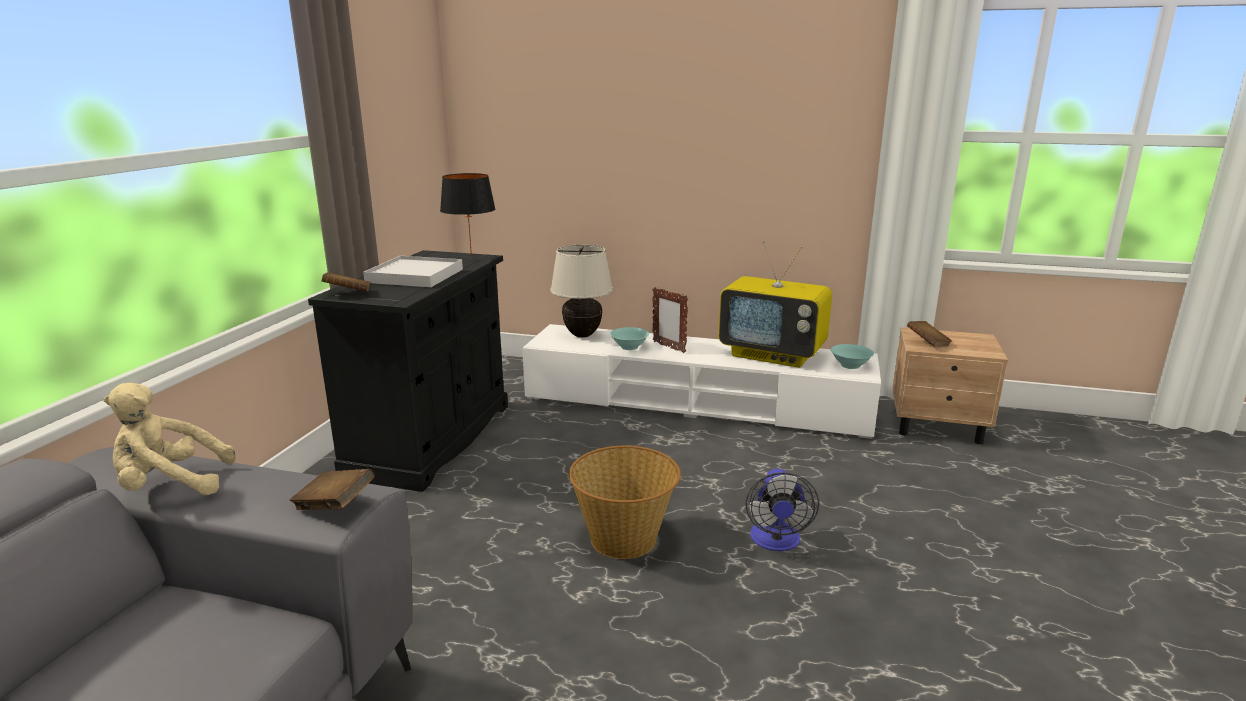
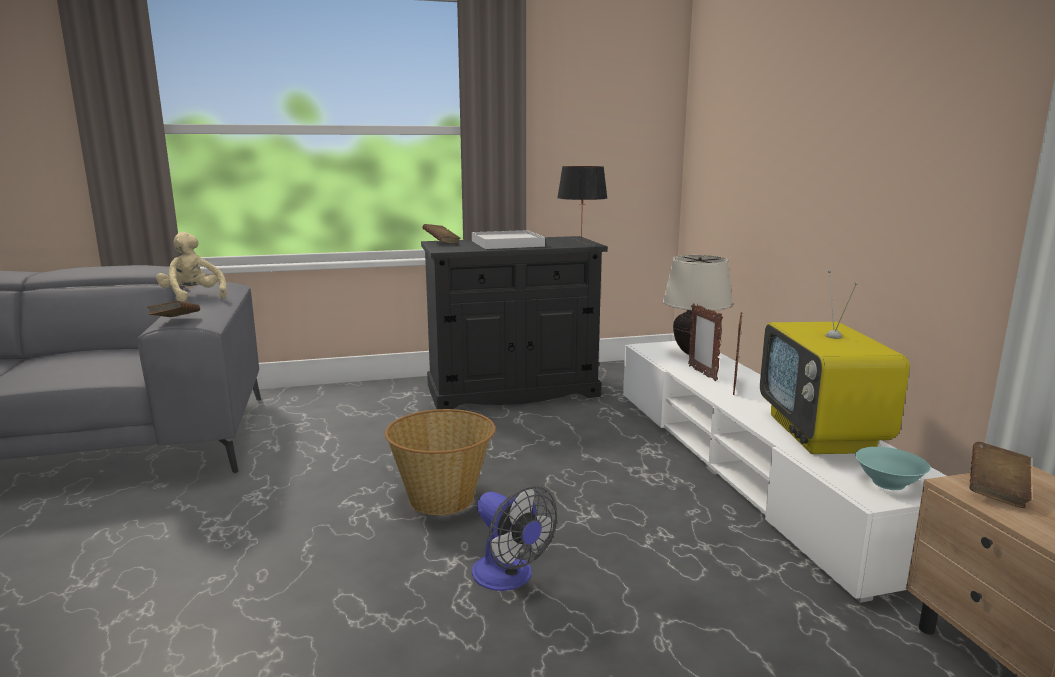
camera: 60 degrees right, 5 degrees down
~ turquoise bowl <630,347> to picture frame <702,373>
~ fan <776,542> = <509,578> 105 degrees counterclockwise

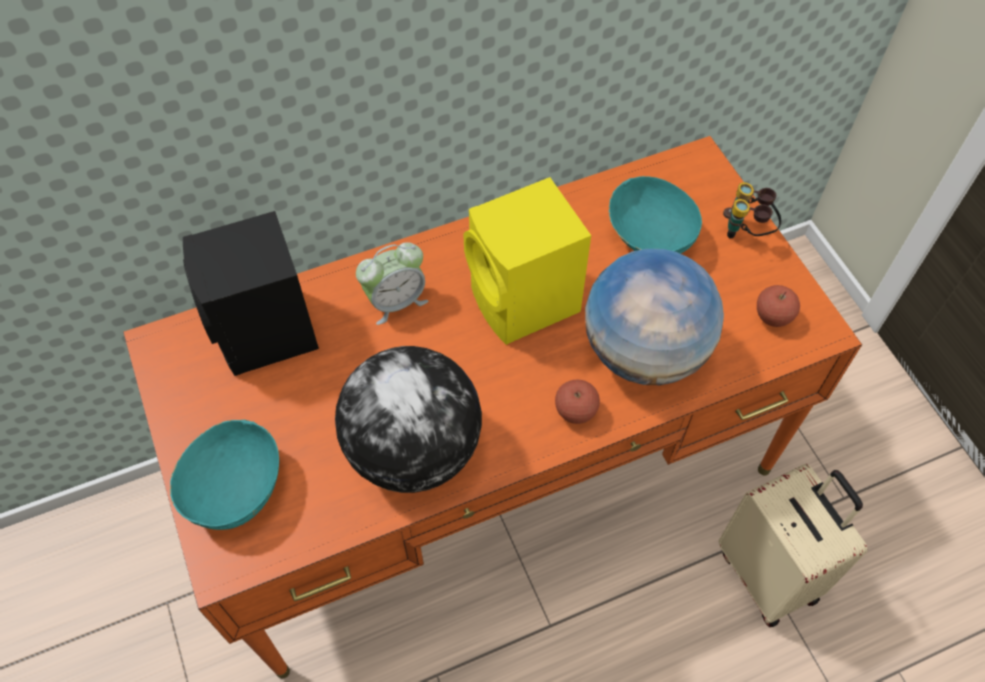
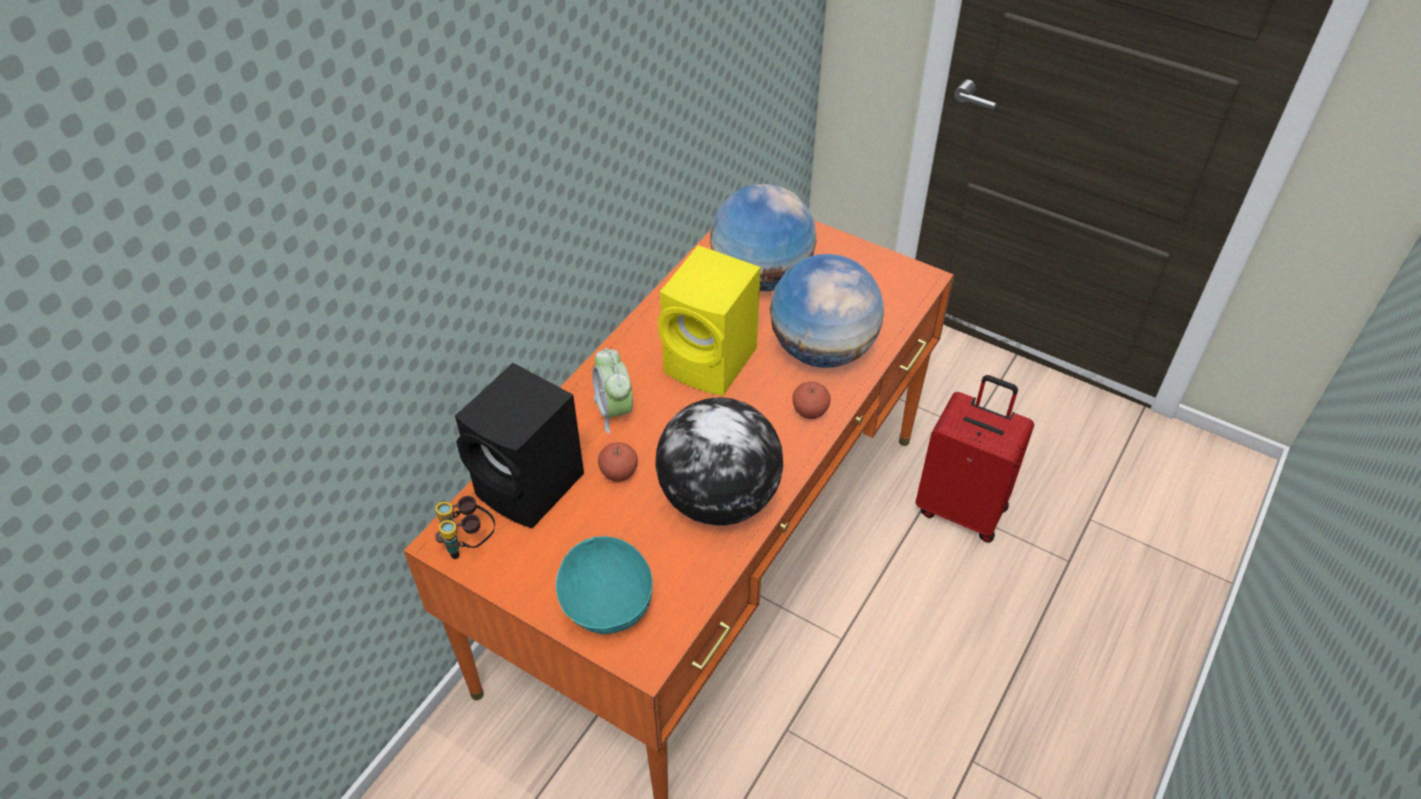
camera: 35 degrees left, 10 degrees down
~ turquoise bowl <648,236> to globe <760,277>
~ binoculars <746,232> to <469,544>
~ alarm clock <396,301> = <614,411> 135 degrees clockwise
~ apple <772,317> to <619,473>
~ beige suitcase <769,574> to red suitcase <962,508>

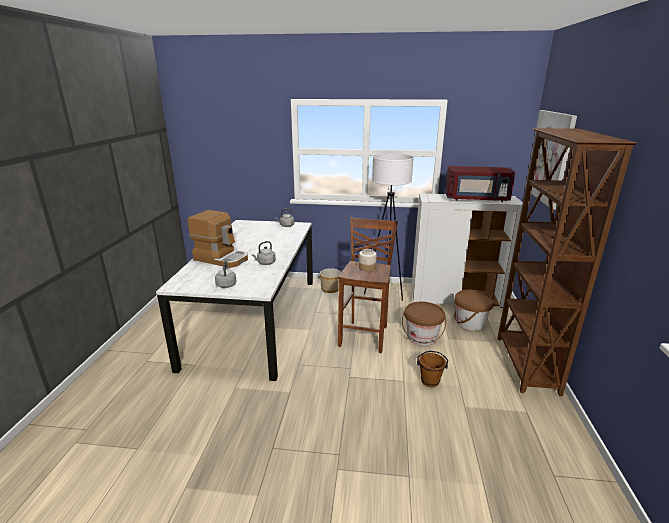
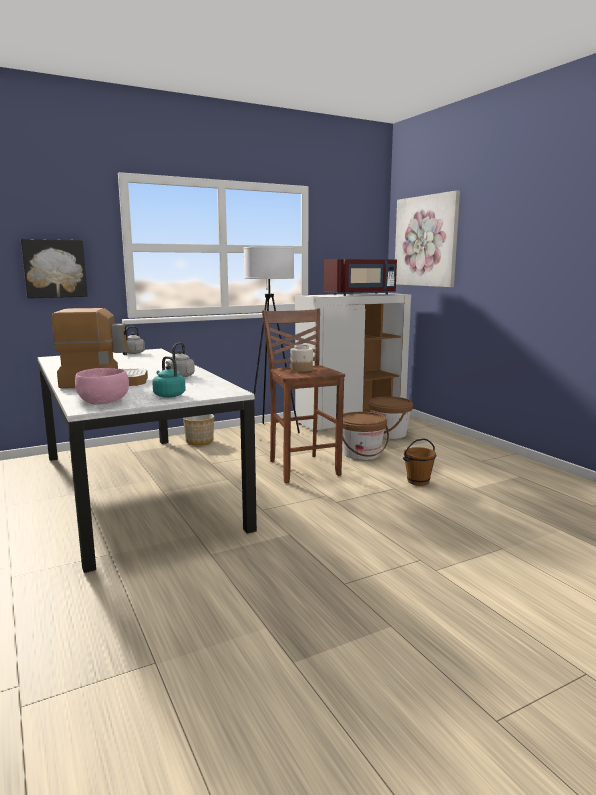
camera: 35 degrees left, 10 degrees down
- brown bookcase <525,365>
~ grey kettle <226,284> to turquoise kettle <168,395>
+ picture <54,268>
+ pink bowl <104,402>

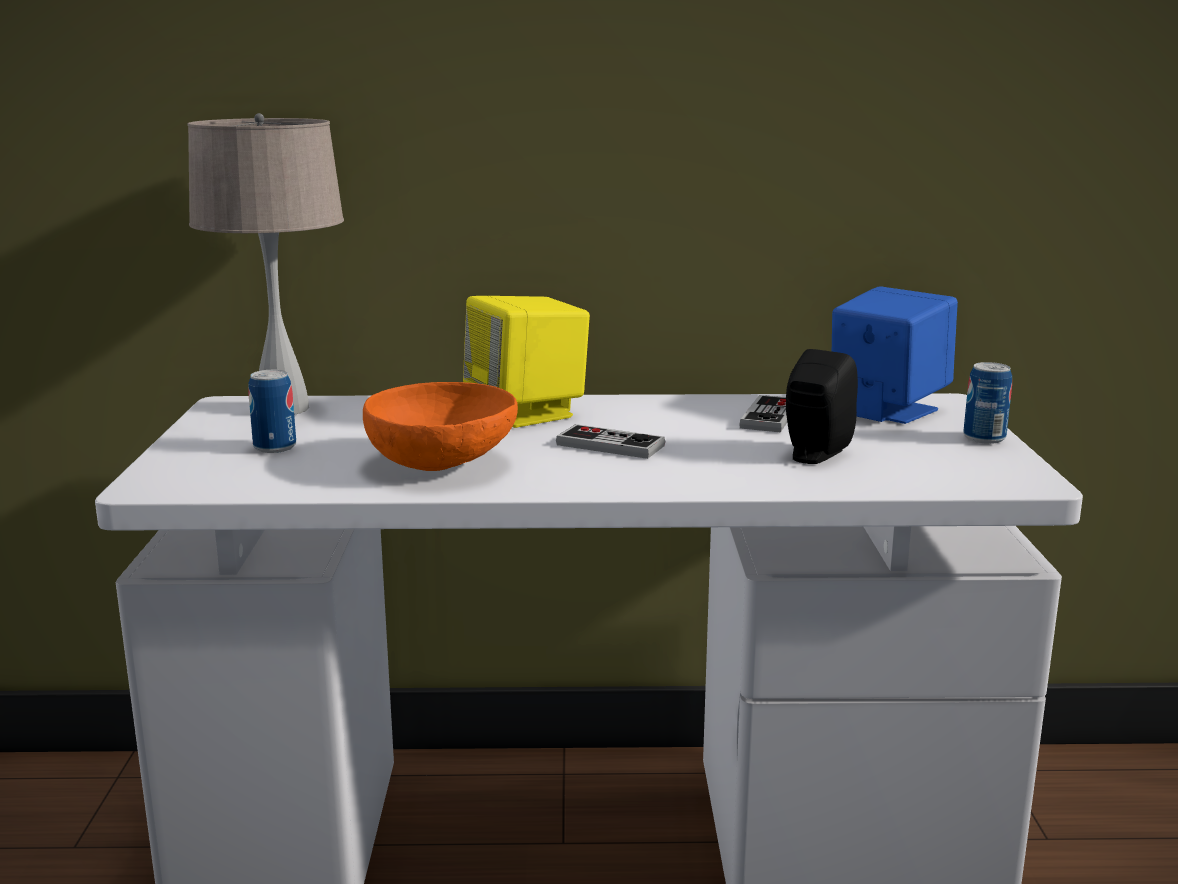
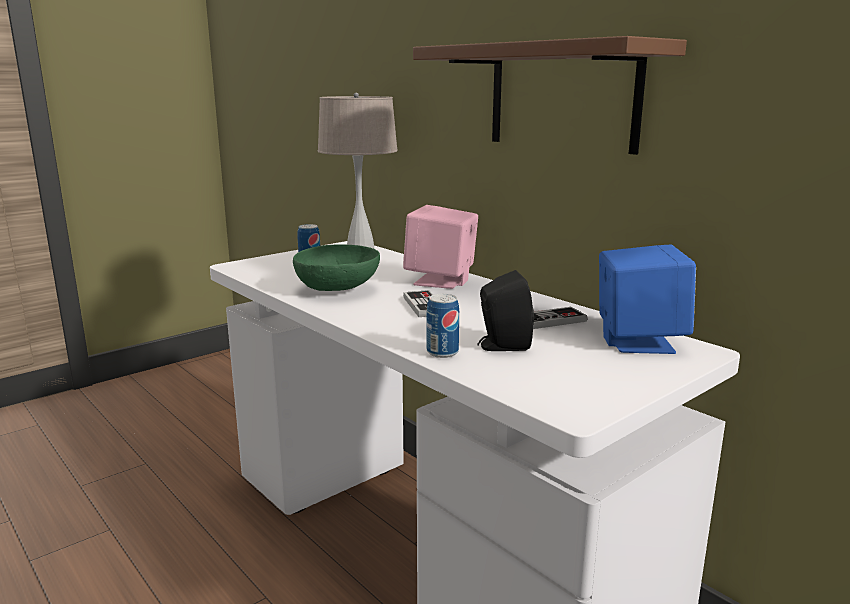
camera: 50 degrees right, 0 degrees up
~ yellow speaker <527,413> to pink speaker <441,281>
~ can <984,438> to <442,352>
~ orange bowl <444,463> to green bowl <338,289>
+ brown shelf <562,97>

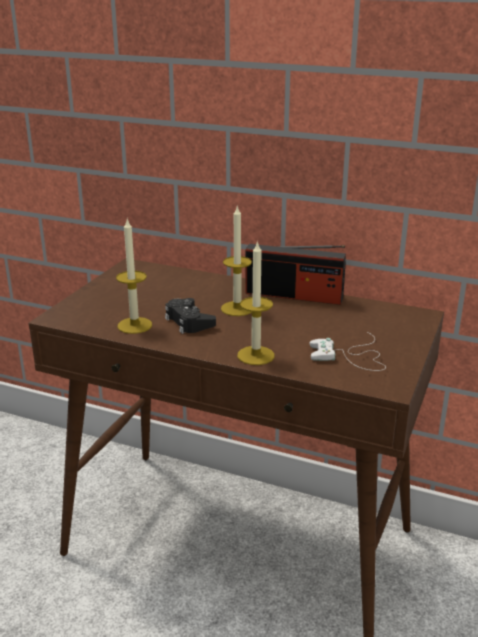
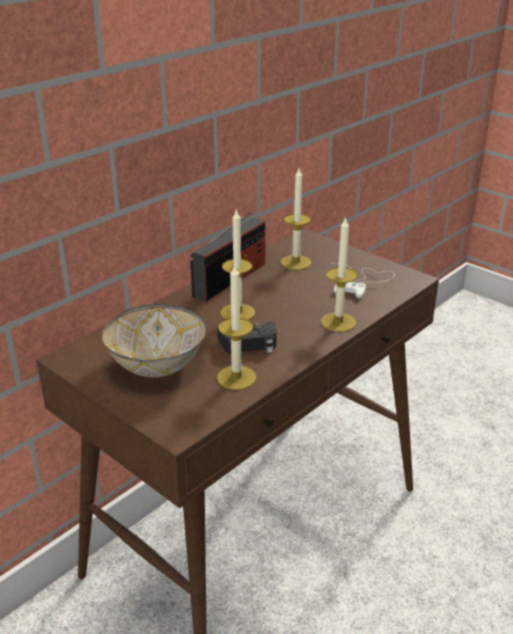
camera: 70 degrees left, 5 degrees up
+ candle <296,262>
+ bowl <157,364>

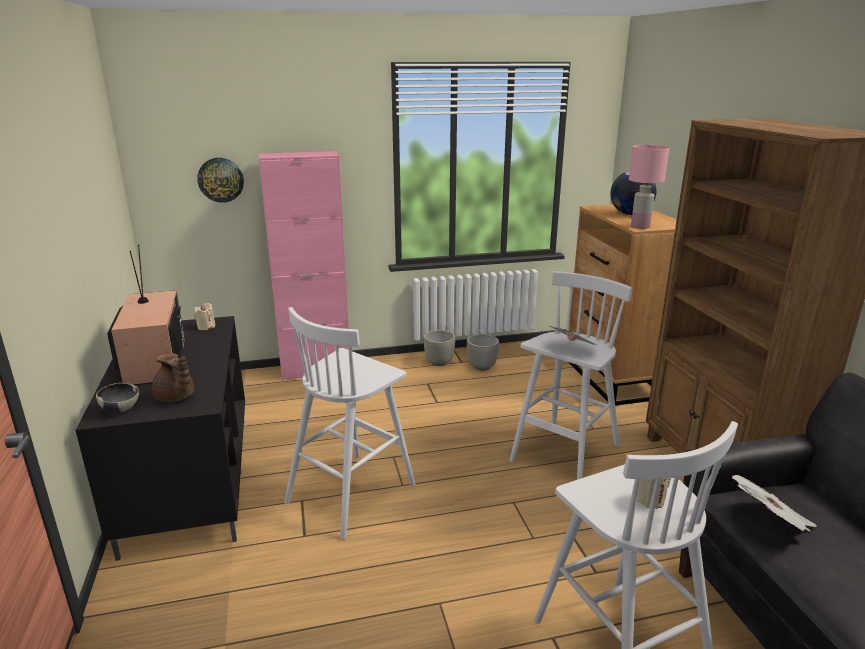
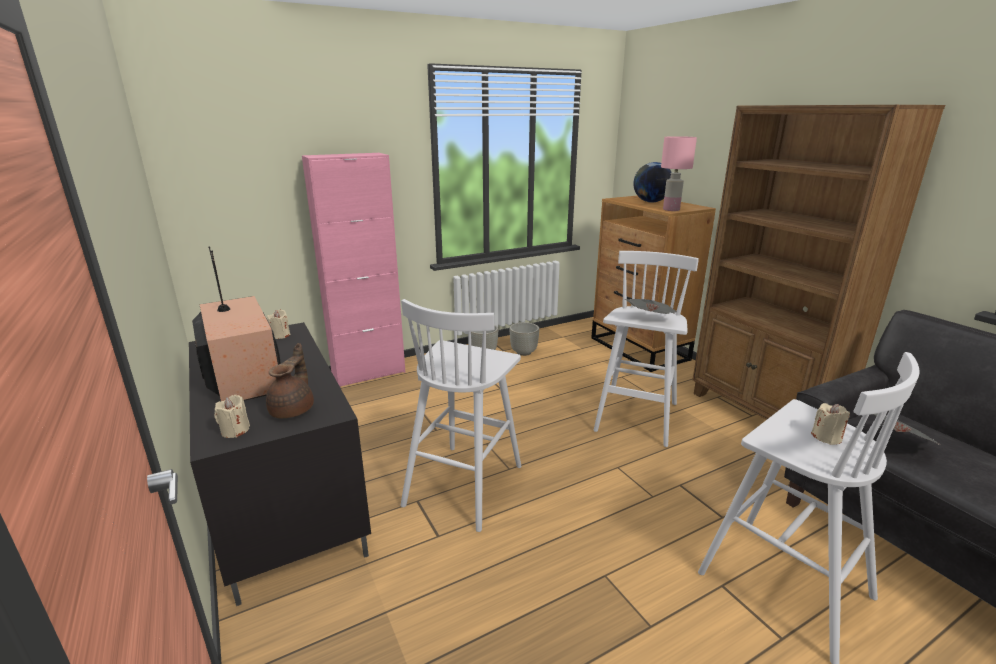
camera: 15 degrees left, 0 degrees up
- wall clock <220,180>
~ brown teapot <175,397> = <294,409> 105 degrees counterclockwise
~ bowl <121,409> to beige candle <235,431>

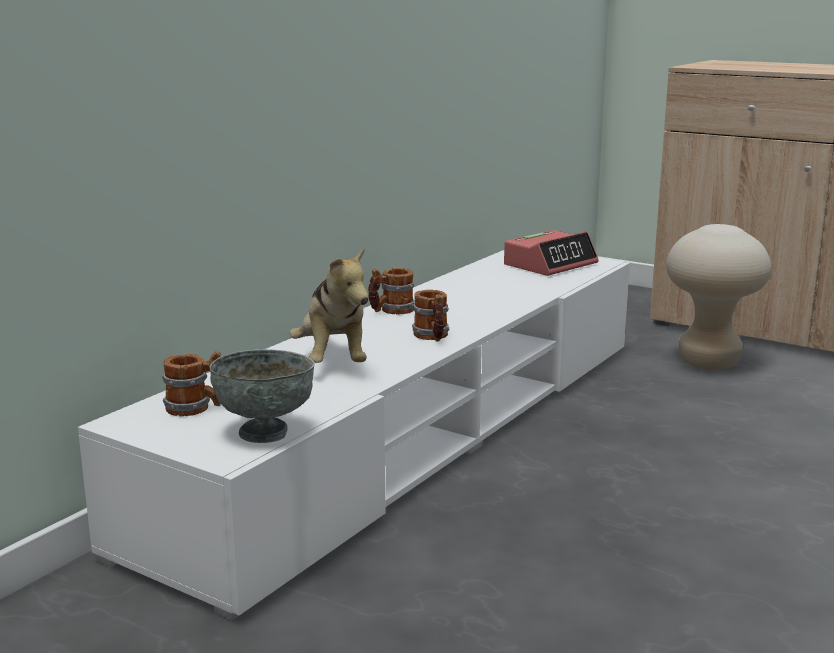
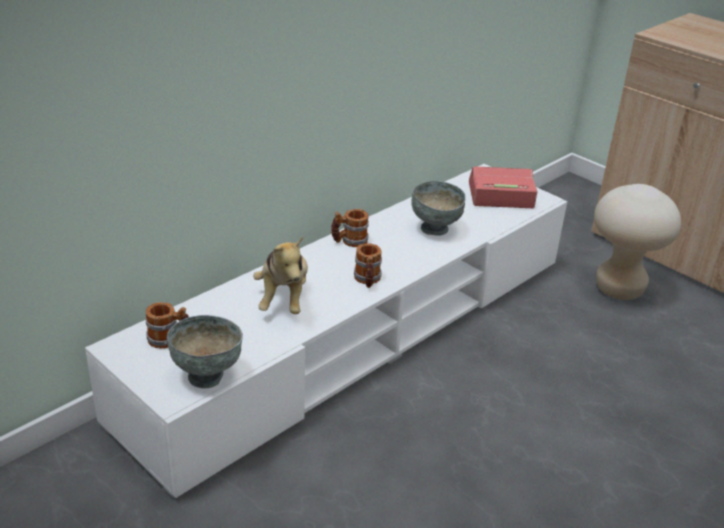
camera: 10 degrees right, 15 degrees up
~ alarm clock <550,264> = <500,196> 150 degrees counterclockwise
+ grey bowl <435,229>

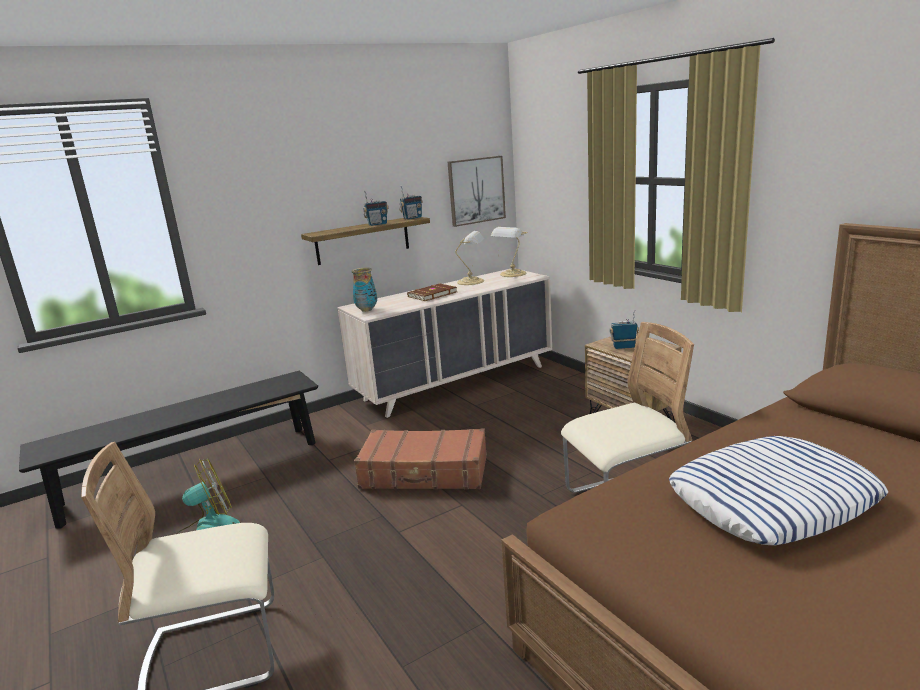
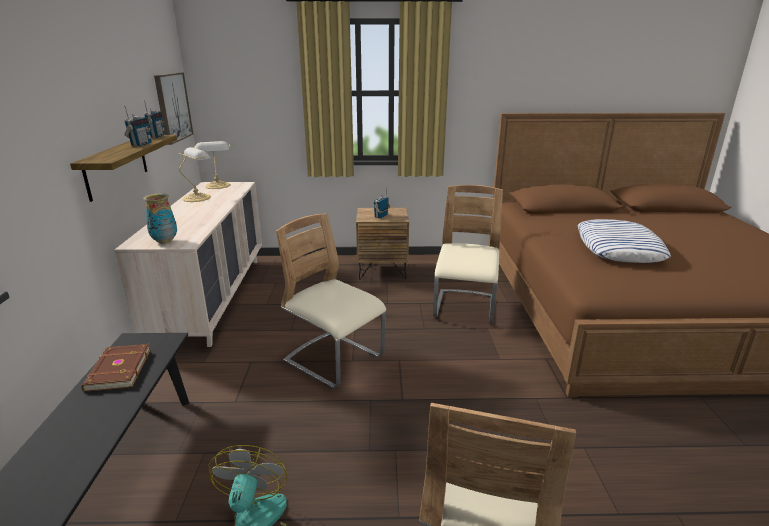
camera: 60 degrees left, 5 degrees up
~ brown book <431,294> to <117,370>
~ brown suitcase <424,473> to beige chair <334,360>

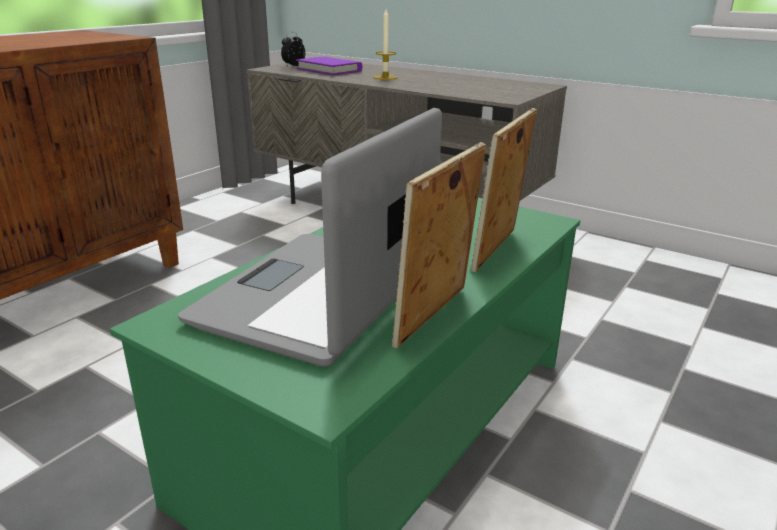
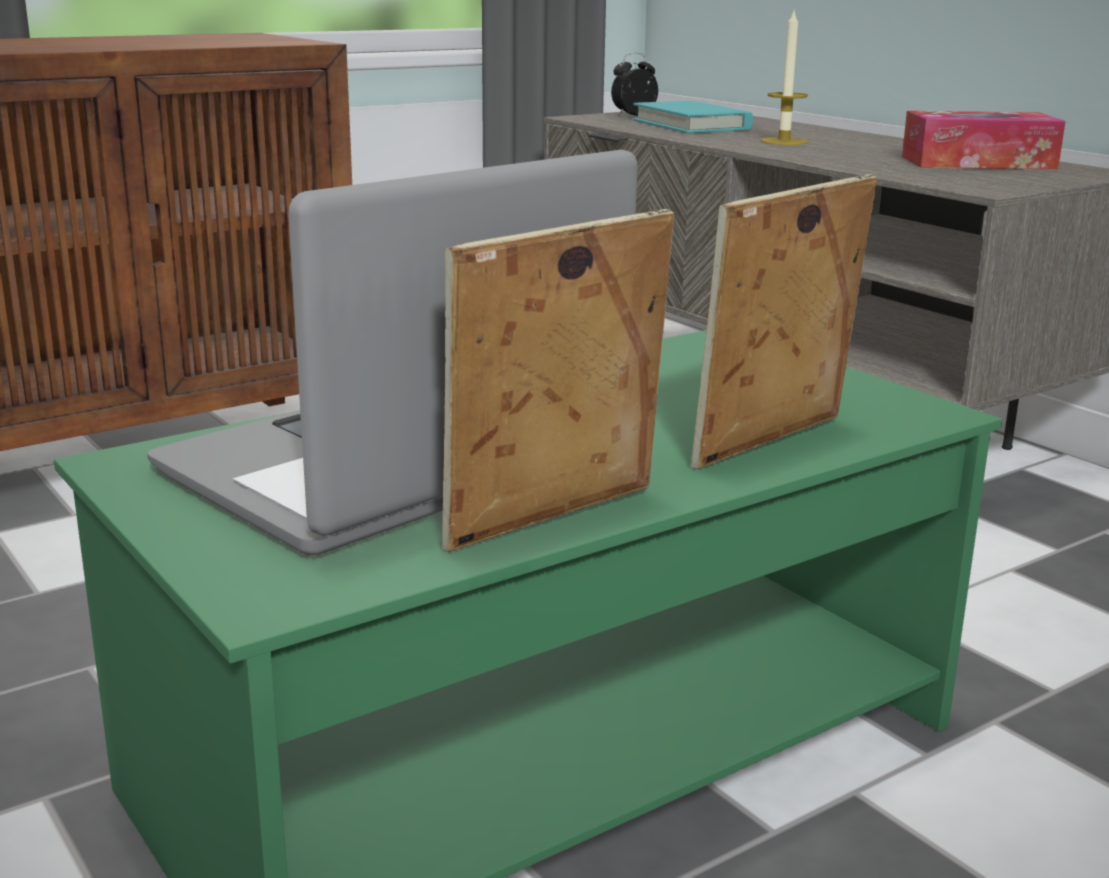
camera: 20 degrees right, 5 degrees down
~ purple book <329,70> to turquoise book <691,125>
+ tissue box <978,163>

